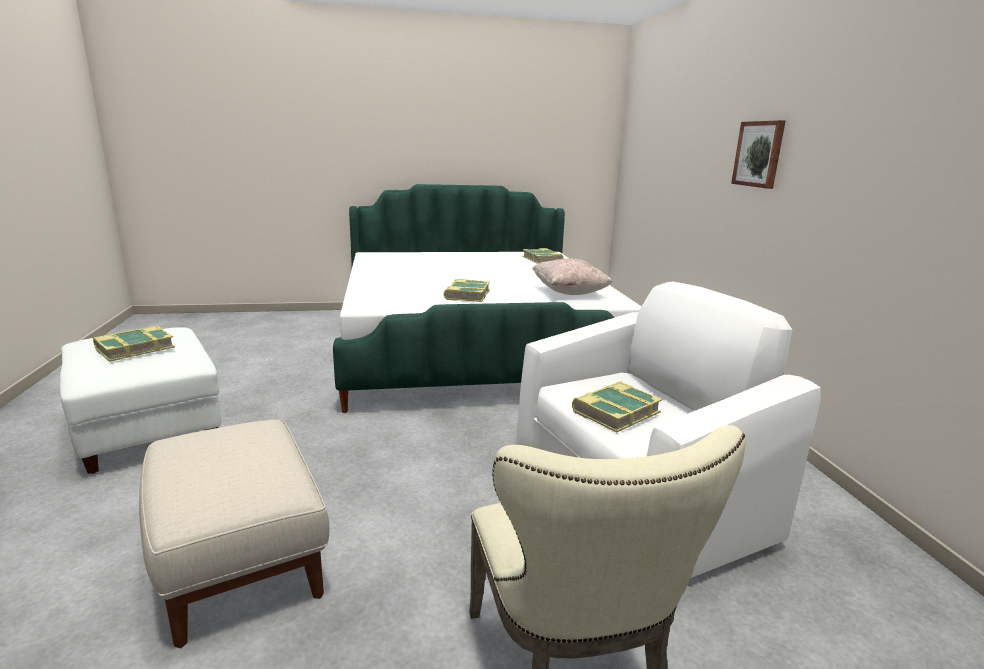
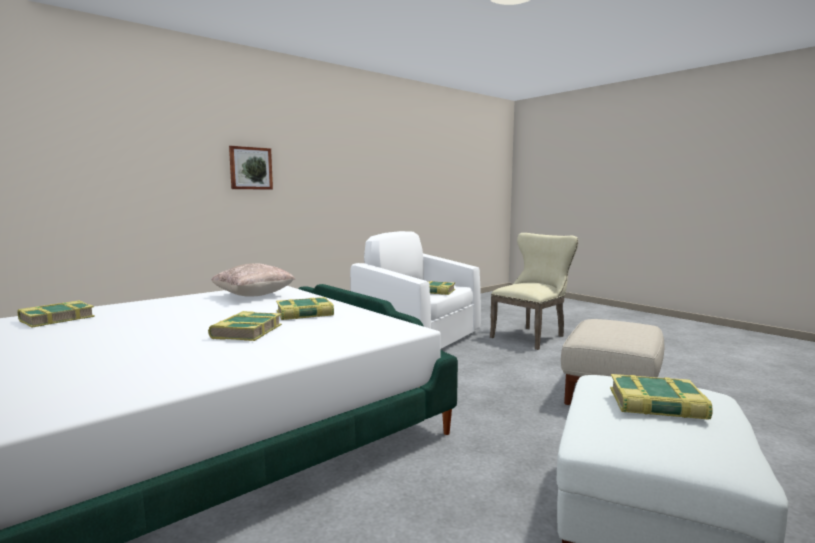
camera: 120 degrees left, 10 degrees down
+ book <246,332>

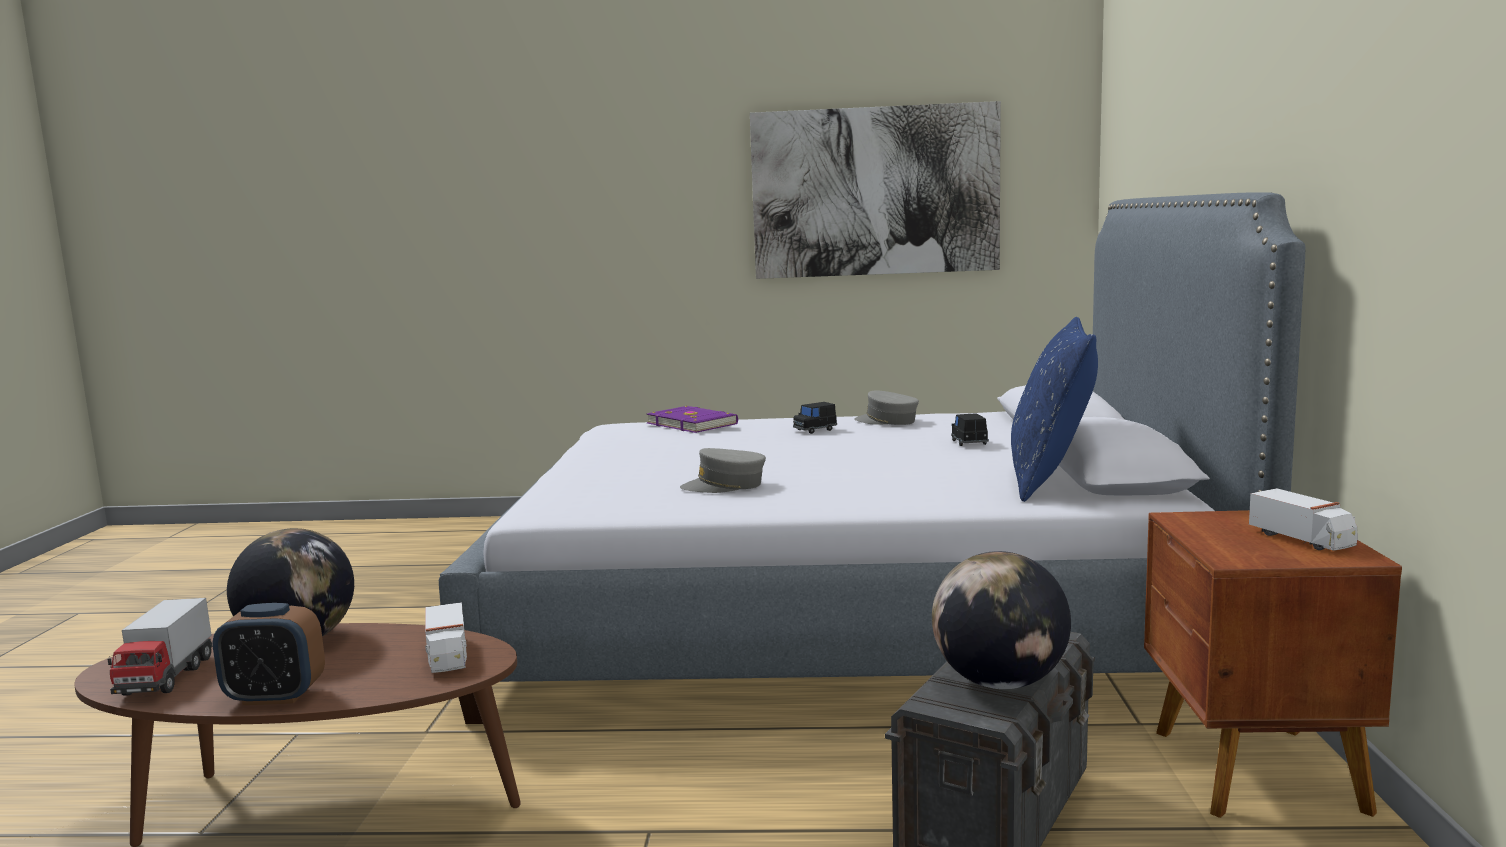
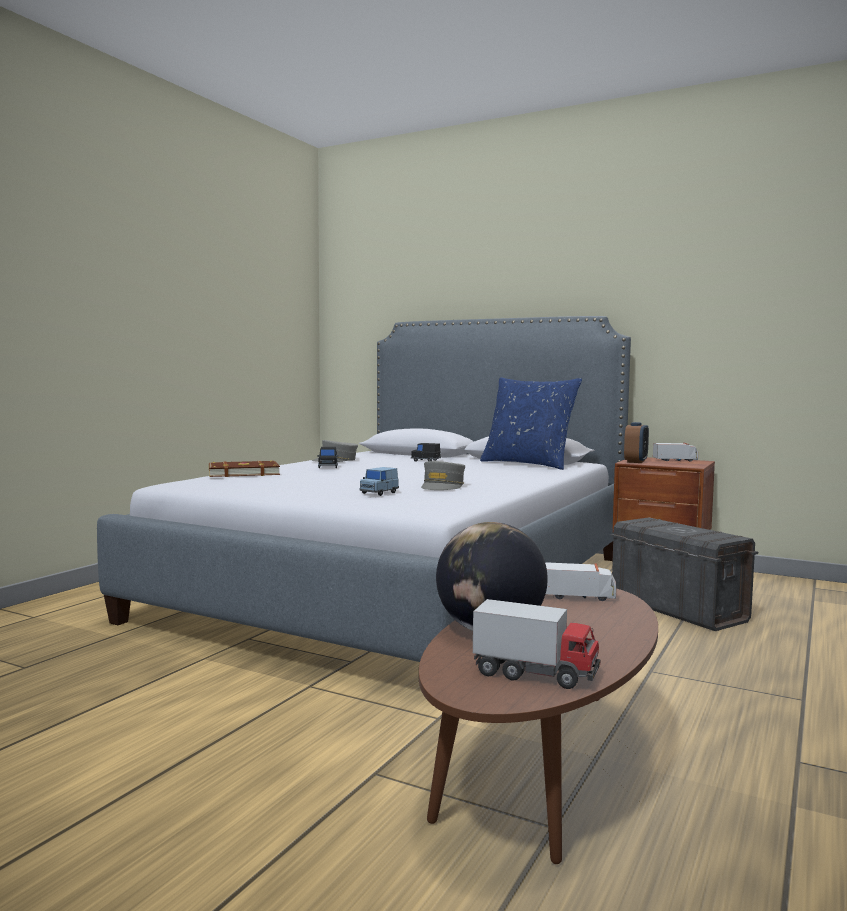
camera: 65 degrees left, 5 degrees down
- picture <875,192>
~ purple book <692,423> to brown book <243,473>
- globe <999,682>
~ alarm clock <275,697> to <636,461>
+ blue toy car <379,493>

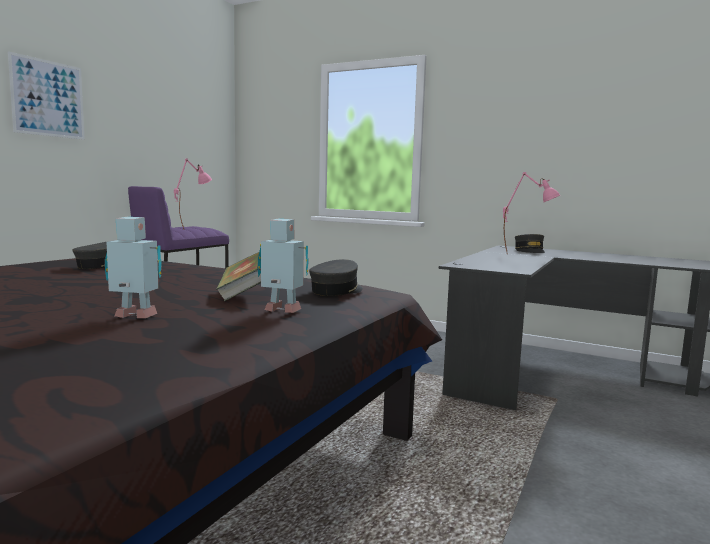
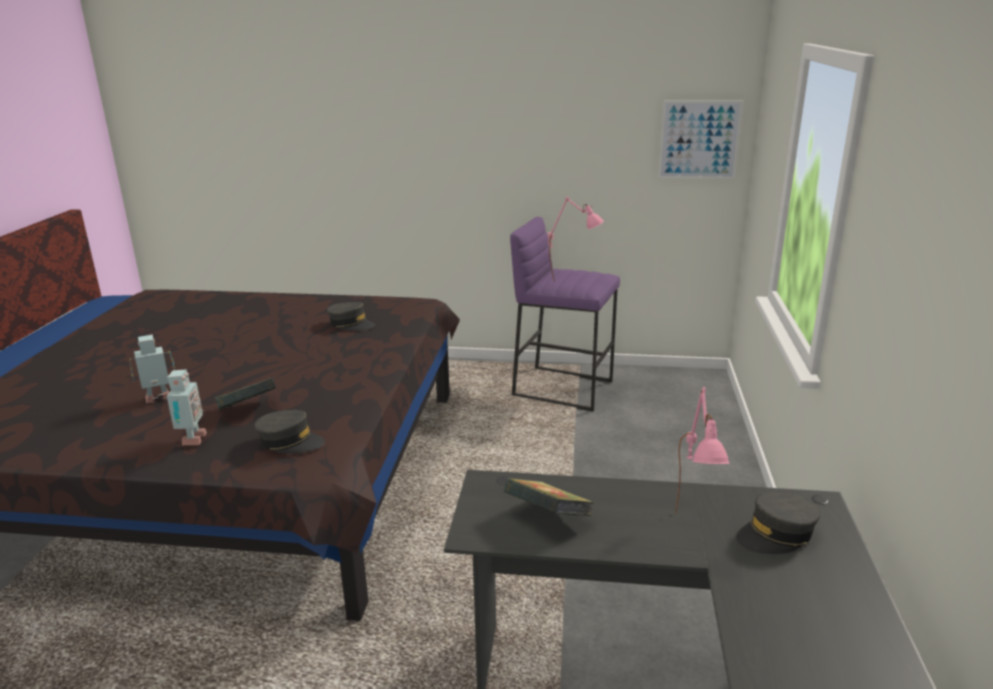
camera: 70 degrees right, 15 degrees up
~ picture <48,98> to <699,140>
~ toy robot <135,317> = <159,399> 105 degrees counterclockwise
+ book <548,518>

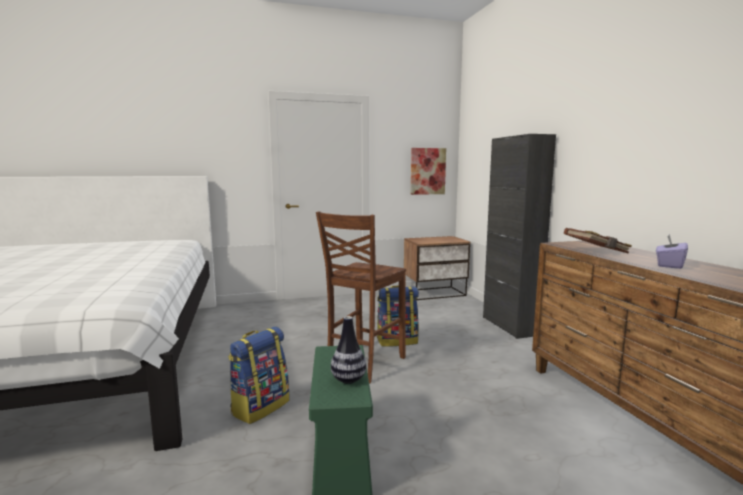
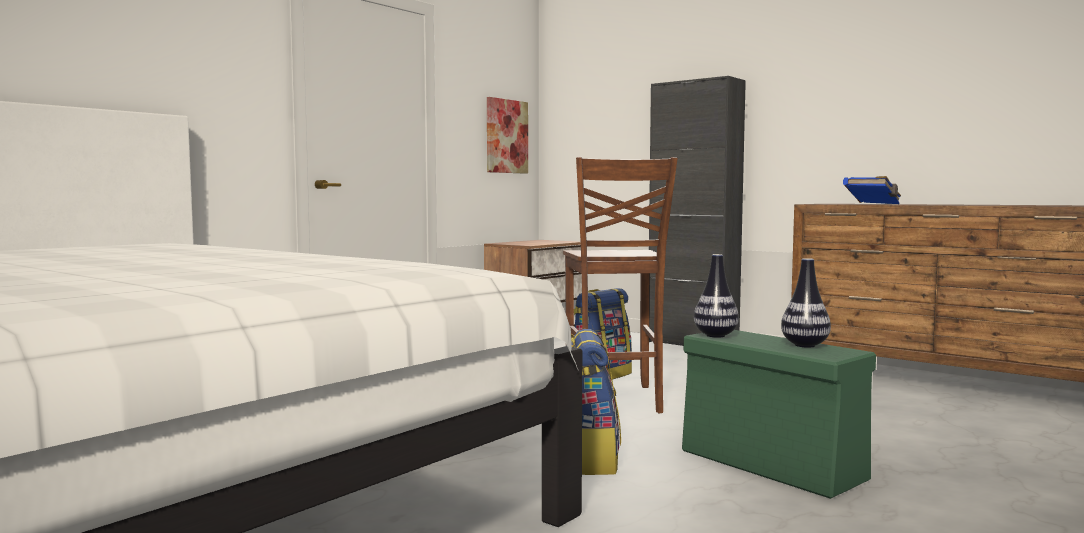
camera: 35 degrees left, 5 degrees down
~ brown book <596,251> to blue book <873,204>
- purple tissue box <669,265>
+ vase <715,335>

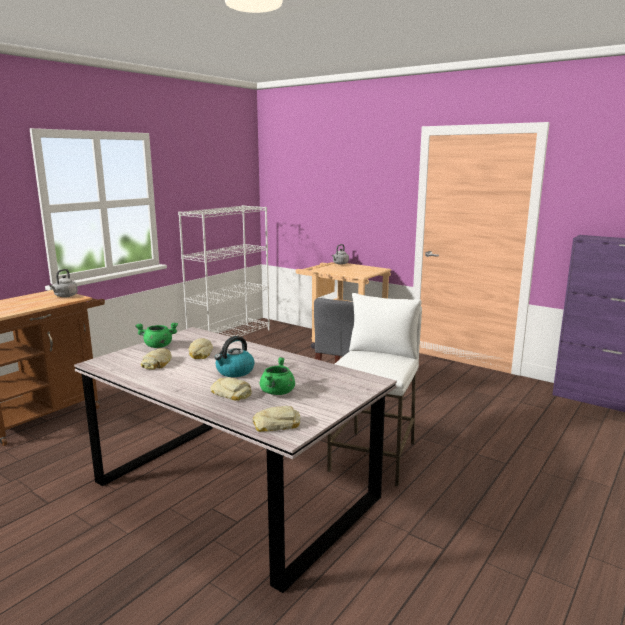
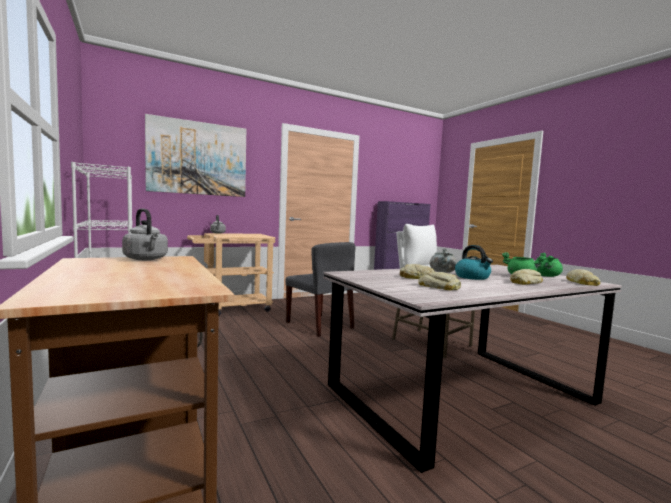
camera: 65 degrees left, 10 degrees down
~ green cooking pot <158,346> to <546,276>
+ picture <198,158>
+ grey cooking pot <442,271>

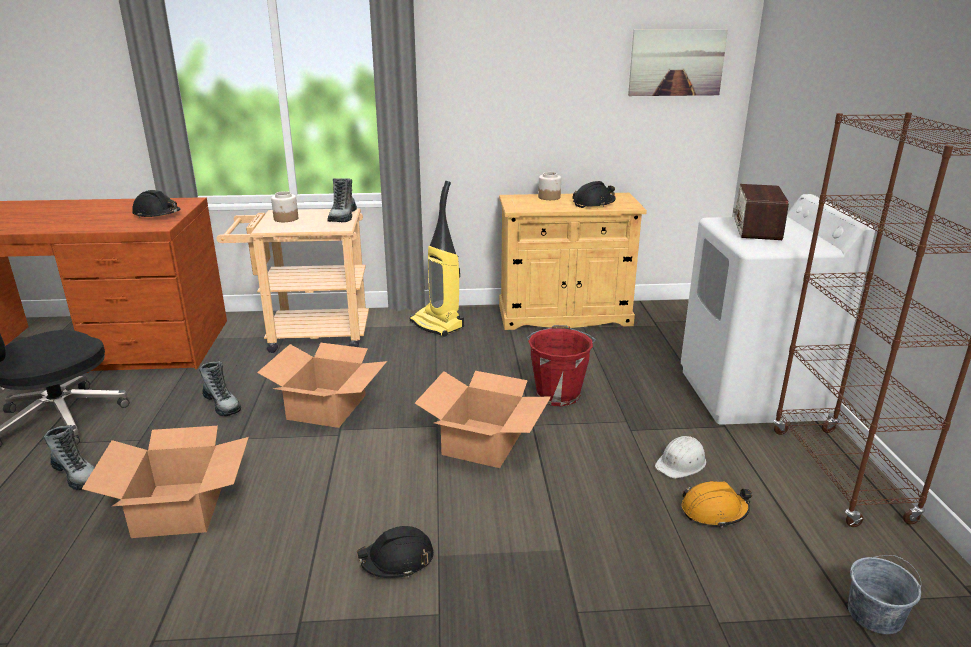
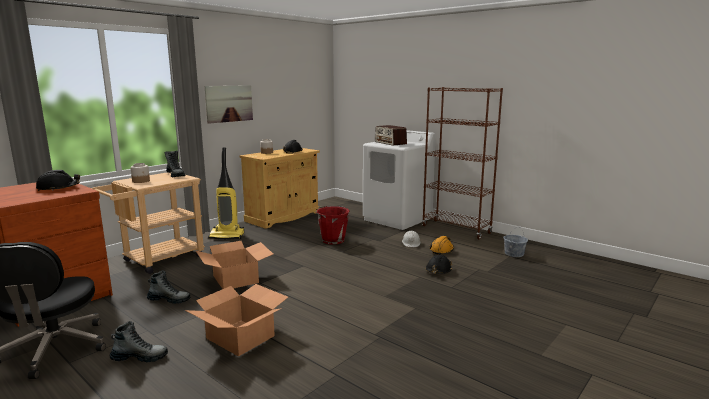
camera: 45 degrees left, 10 degrees down
~ picture <676,62> to <229,103>
- cardboard box <484,442>
~ black hard hat <397,561> to <438,270>

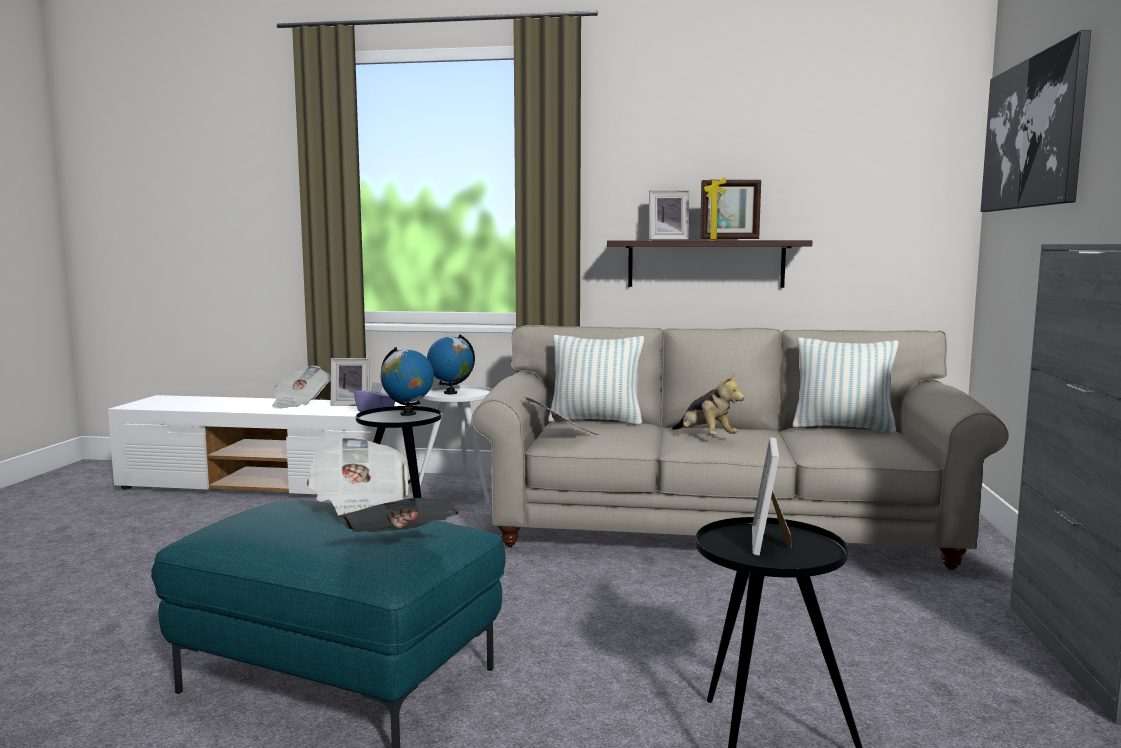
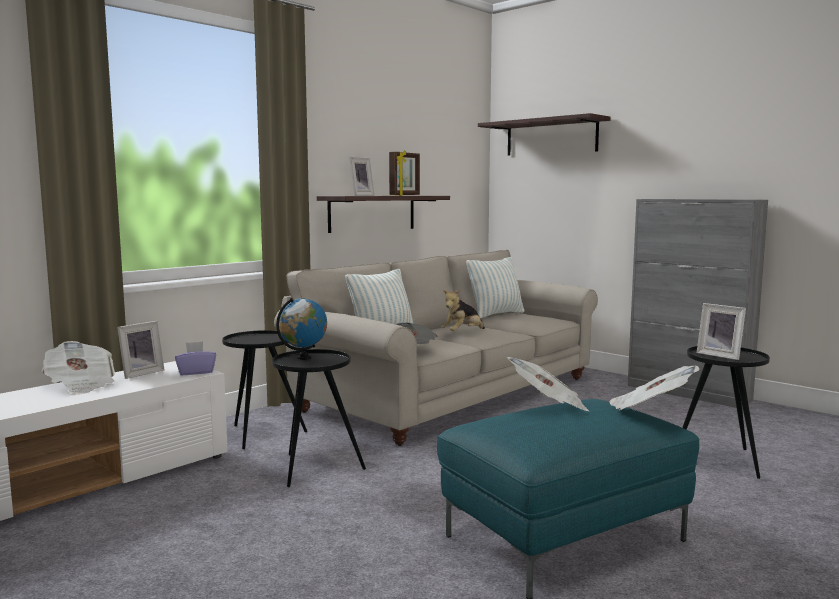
camera: 55 degrees left, 0 degrees up
~ picture <1032,133> to shelf <551,137>
- globe <450,393>
~ plush toy <705,437> = <462,333> 135 degrees clockwise
~ white side table <459,496> to black side table <261,434>

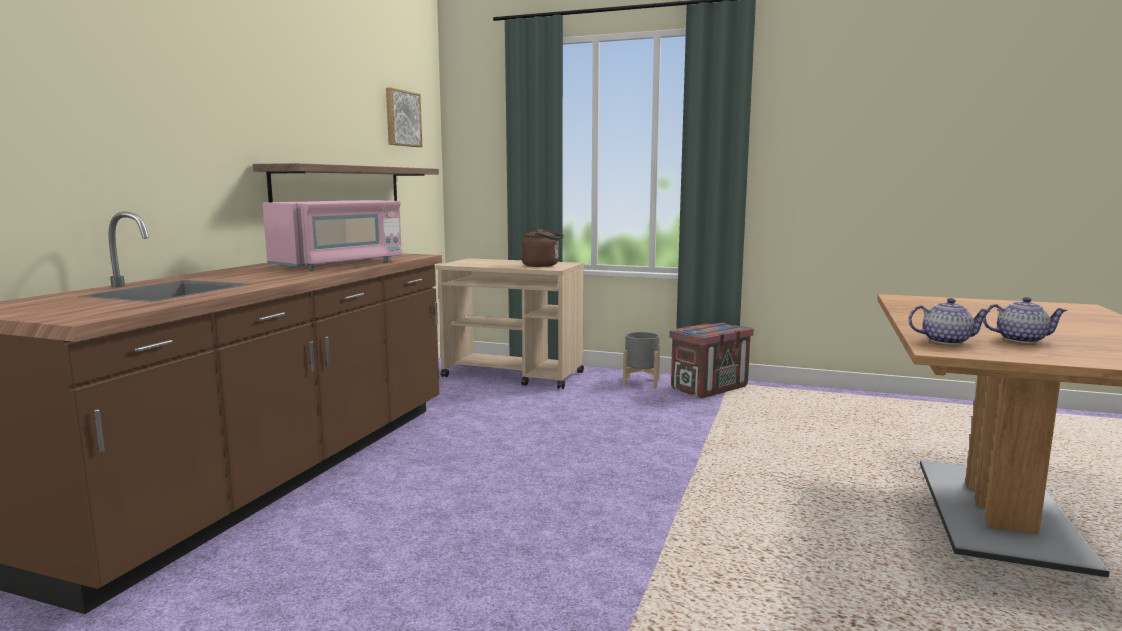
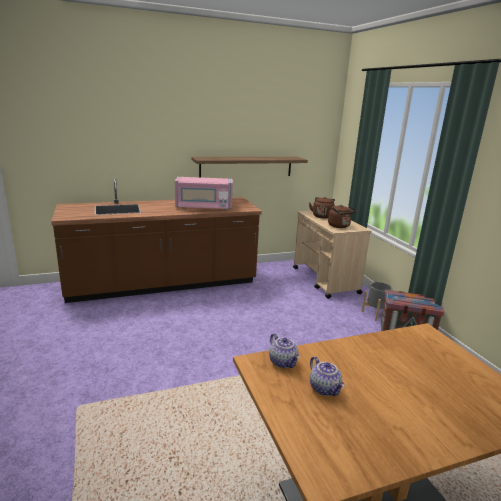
camera: 50 degrees right, 10 degrees up
- picture <402,118>
+ brown kettle <322,216>

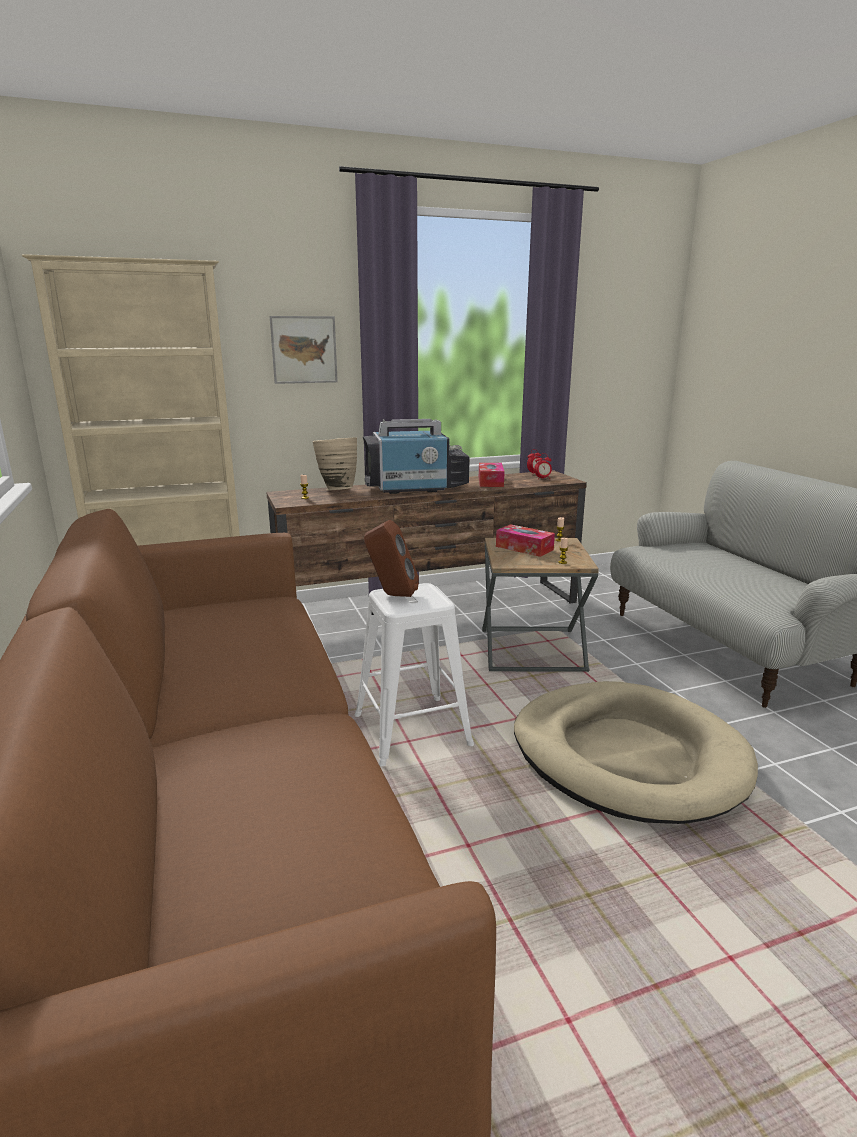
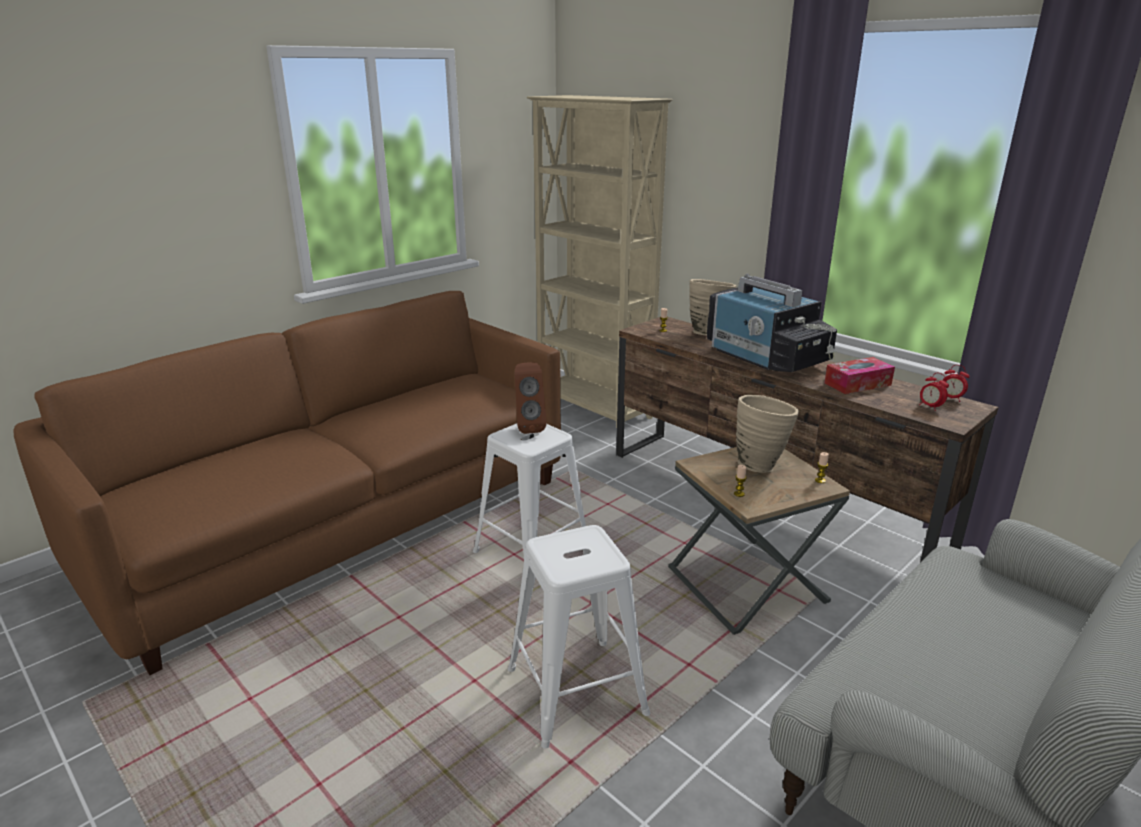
camera: 65 degrees right, 5 degrees up
- picture <304,350>
~ tissue box <524,548> to beige vase <760,465>
~ beige dog bed <627,756> to white stool <577,690>

